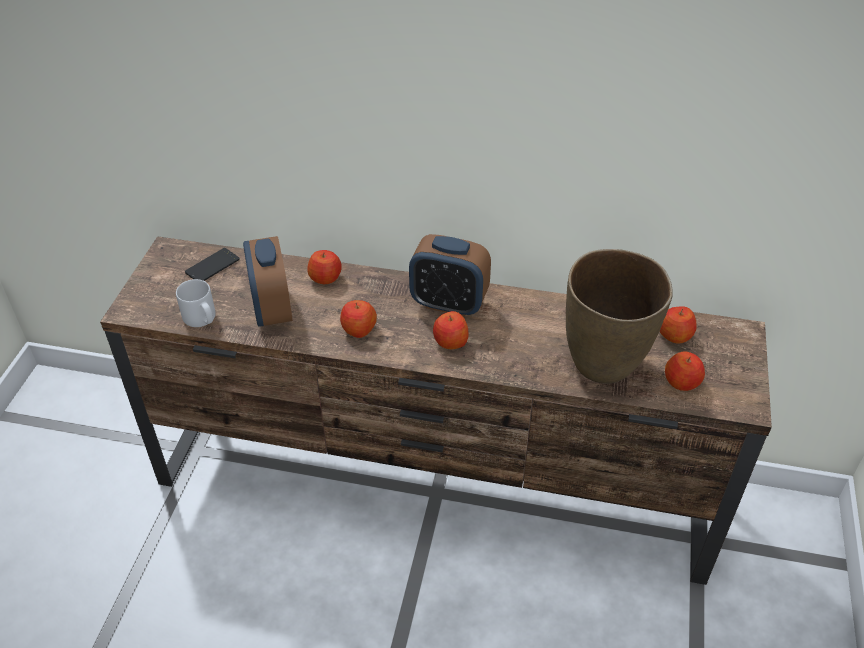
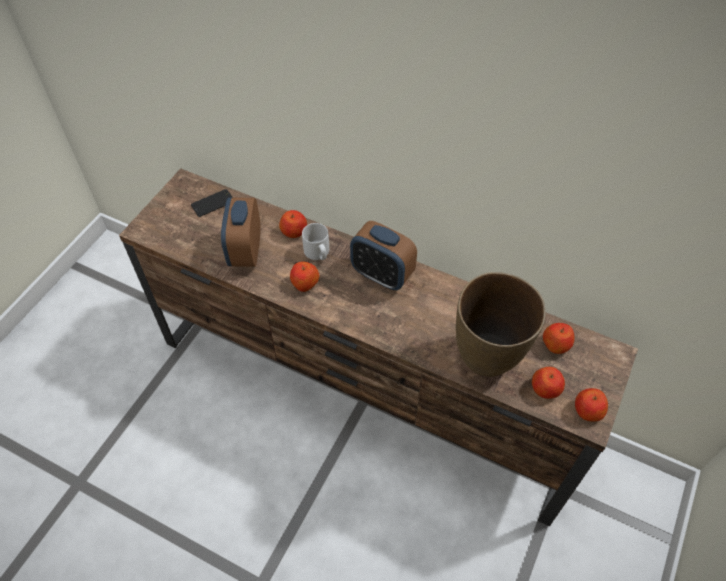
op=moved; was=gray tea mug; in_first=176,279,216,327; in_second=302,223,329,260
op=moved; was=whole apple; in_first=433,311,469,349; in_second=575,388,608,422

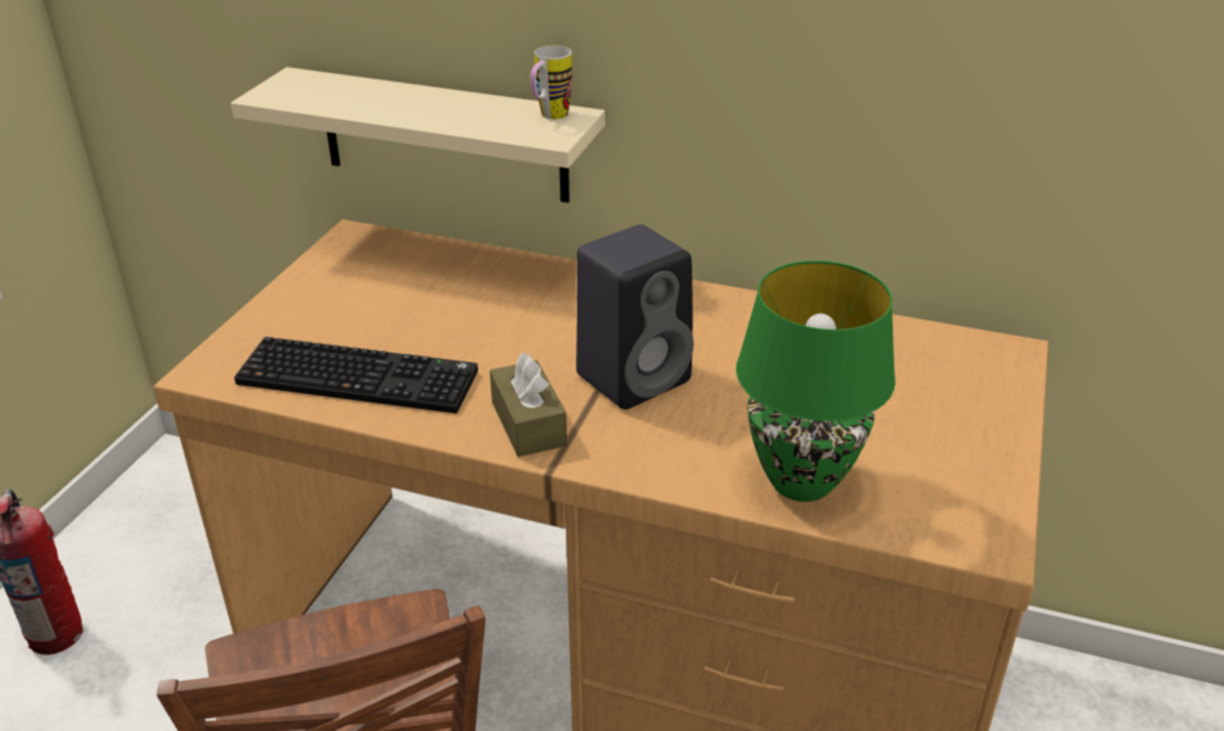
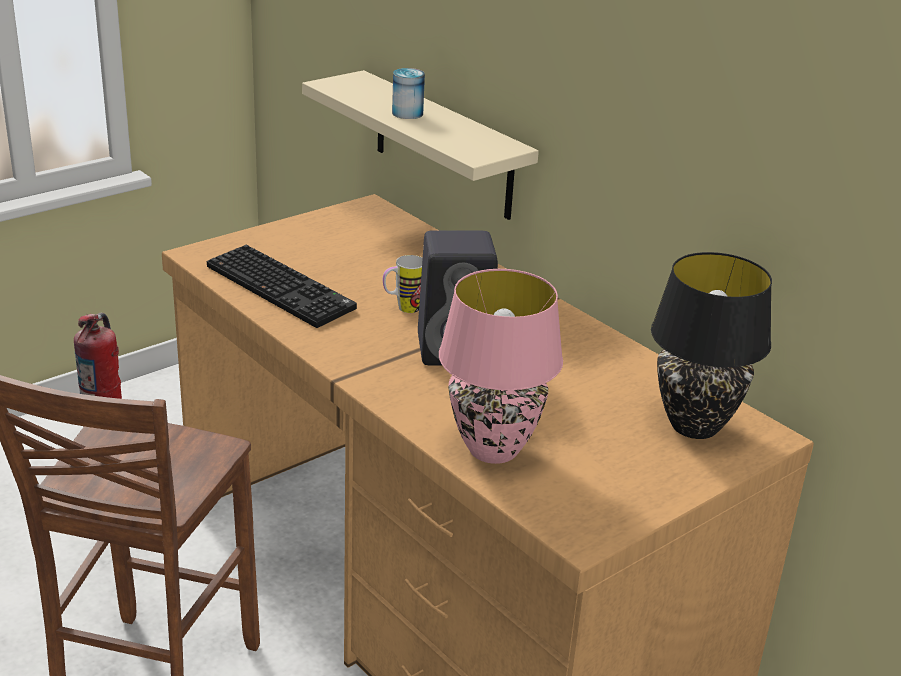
op=moved; was=tea mug; in_first=530,46,572,119; in_second=383,255,423,313
op=added; now=metal can; in_second=392,68,425,119
op=recoloured; was=green-coloured lamp for a table; now=pinkish lamp for a table; in_first=736,261,896,502; in_second=439,269,563,464
op=added; now=blackish lamp for a table; in_second=651,252,772,439
op=removed; was=brownish tissue holder; in_first=490,353,567,457

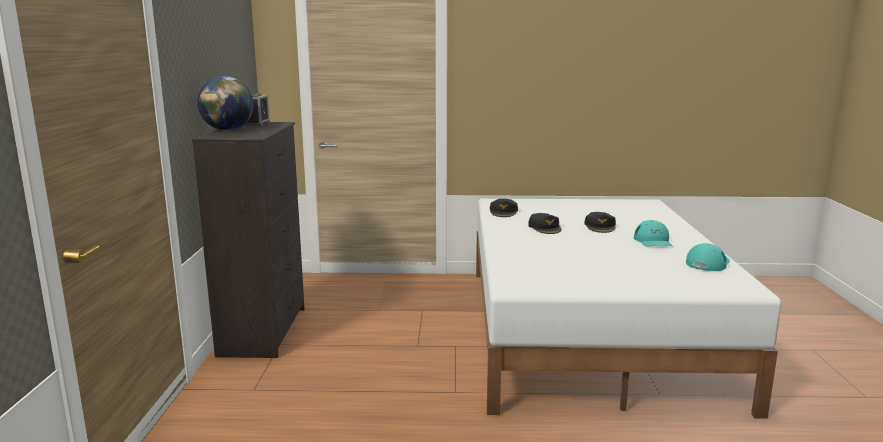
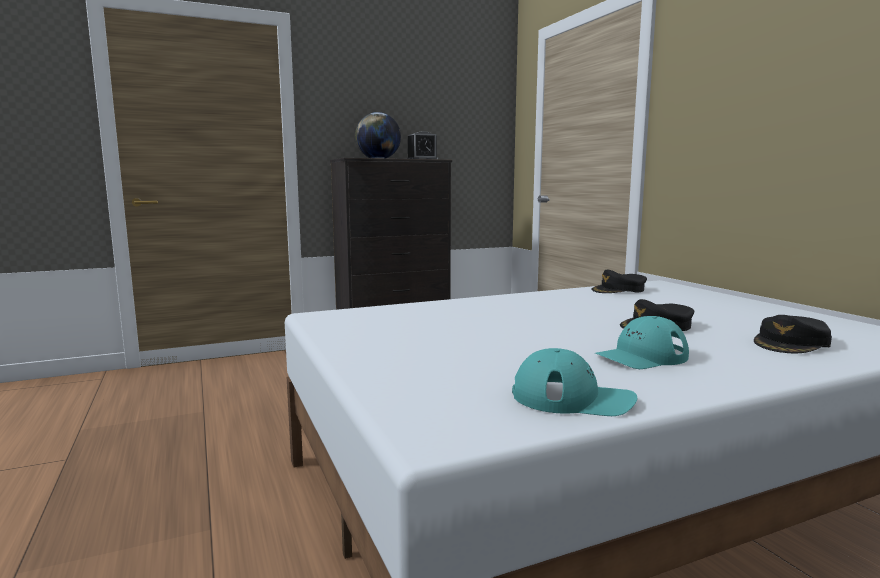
op=moved; was=blackish peaked cap; in_first=528,213,562,234; in_second=754,315,832,353

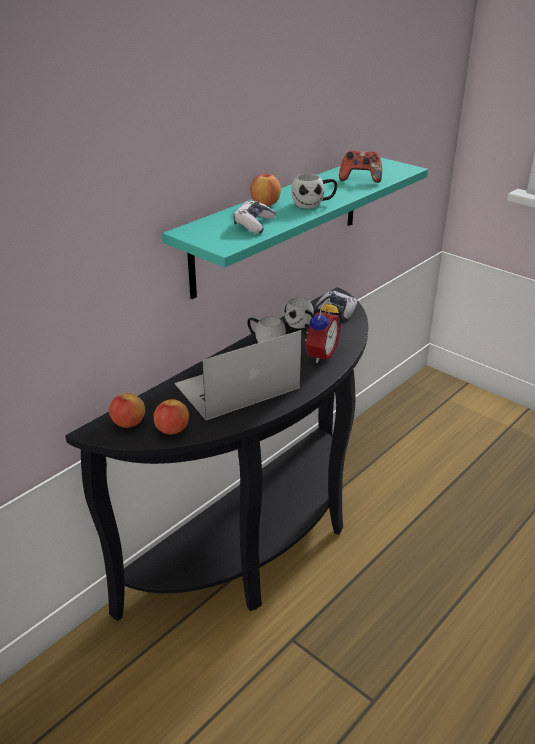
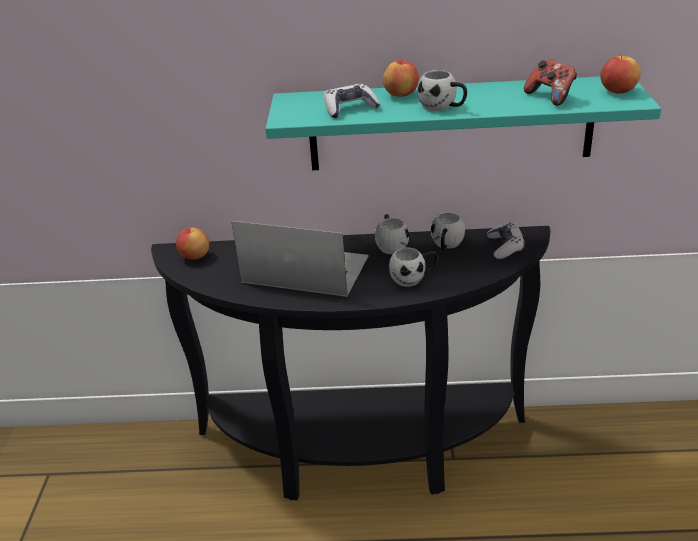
op=replaced; was=table clock; now=whitish tea mug; in_first=305,298,341,363; in_second=389,247,438,287
op=moved; was=whole apple; in_first=154,399,189,435; in_second=600,54,641,94

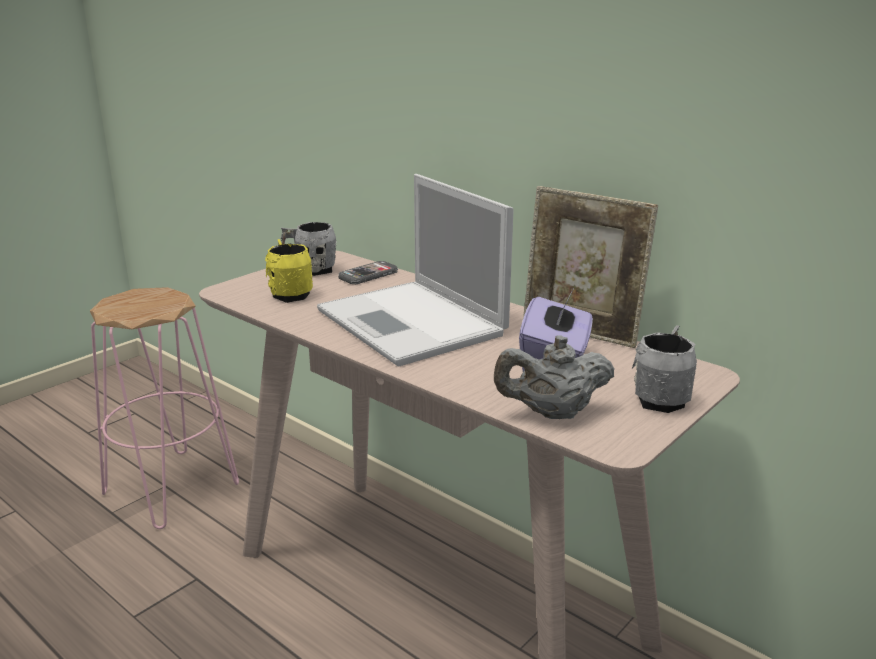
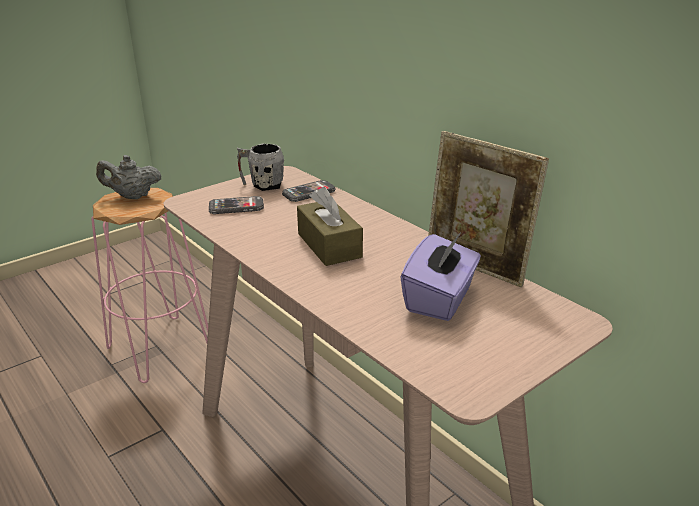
op=moved; was=gray teapot; in_first=494,335,614,419; in_second=96,155,161,199
op=replaced; was=yellow tea mug; now=phone; in_first=265,239,313,303; in_second=209,196,264,214
op=replaced; was=notebook computer; now=brownish tissue holder; in_first=317,174,514,367; in_second=297,187,363,266
op=removed; was=gray tea mug; in_first=632,326,697,413

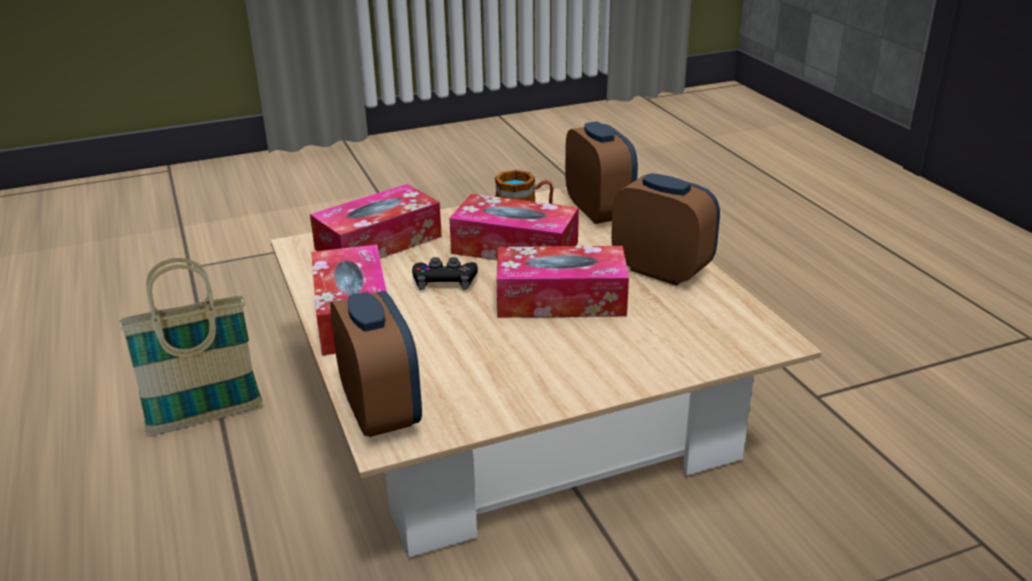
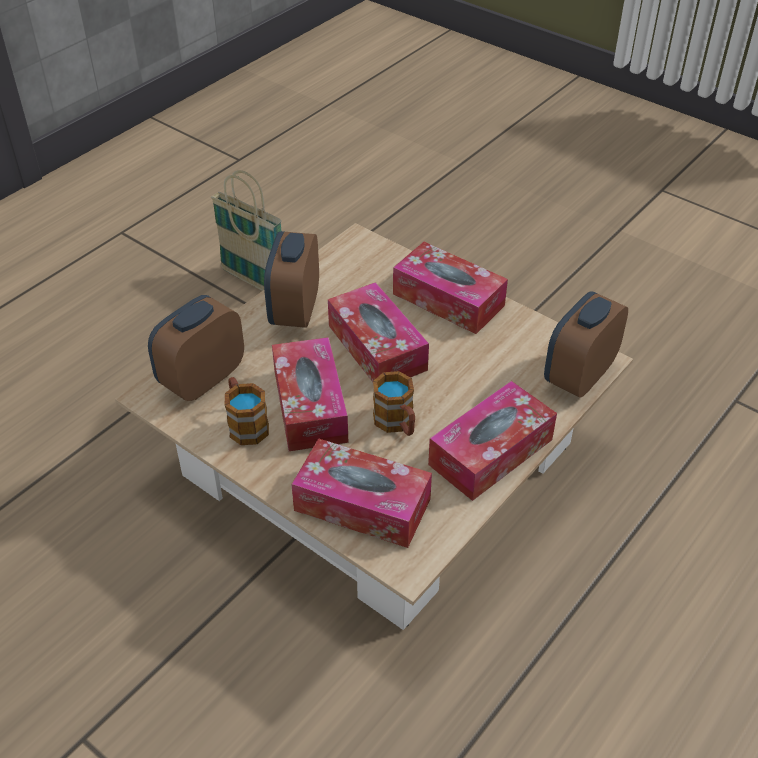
op=moved; was=basket; in_first=120,258,263,434; in_second=211,170,282,291
op=replaced; was=blackish gamepad; now=tea mug; in_first=412,257,478,290; in_second=373,371,415,436
op=added; now=tissue holder; in_second=393,242,508,334

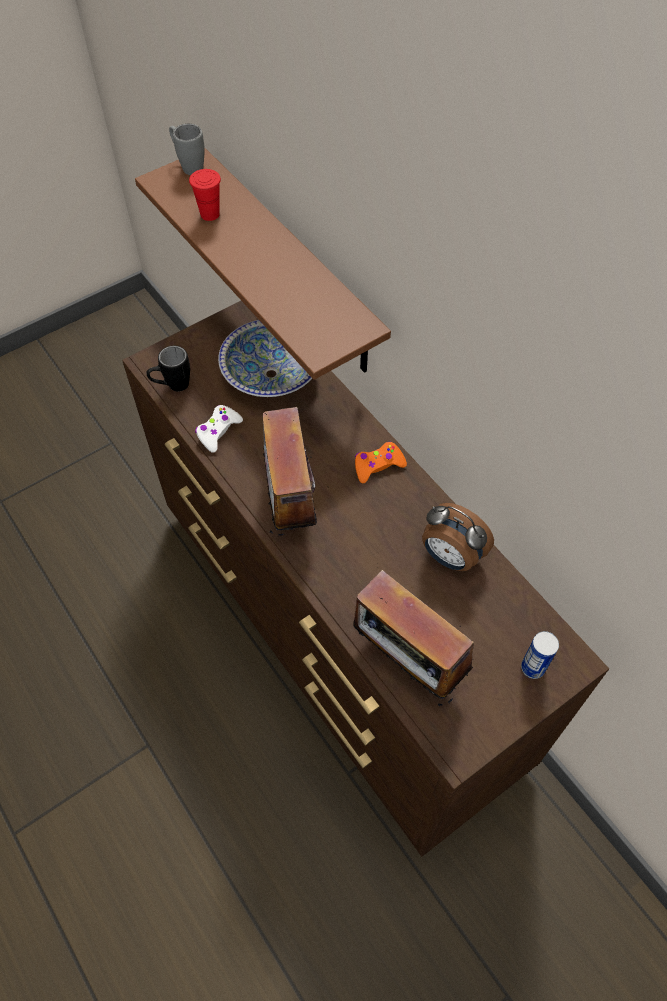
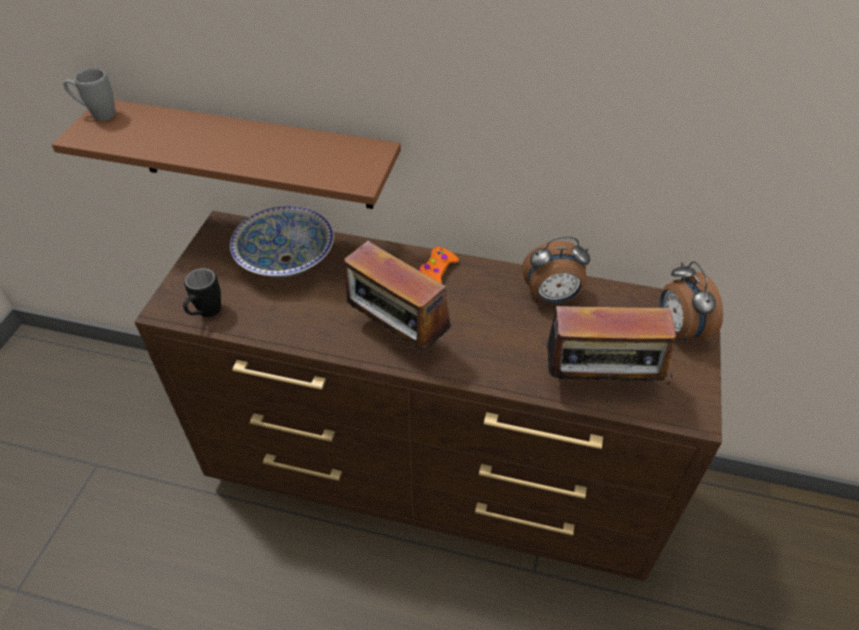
op=replaced; was=metal can; now=table clock; in_first=521,631,559,679; in_second=660,261,723,343
op=removed; was=reddish cup; in_first=189,169,221,221
op=removed; was=whitish gamepad; in_first=195,405,243,453

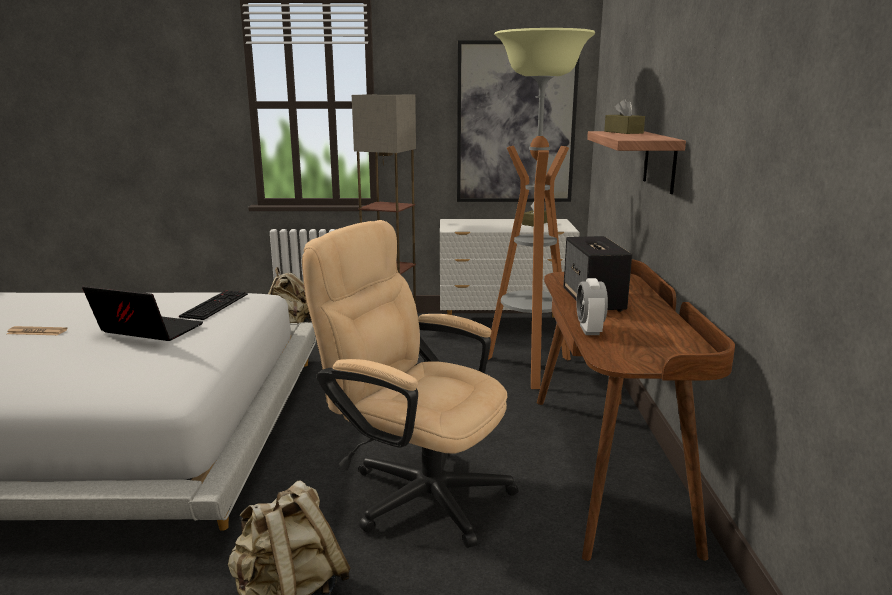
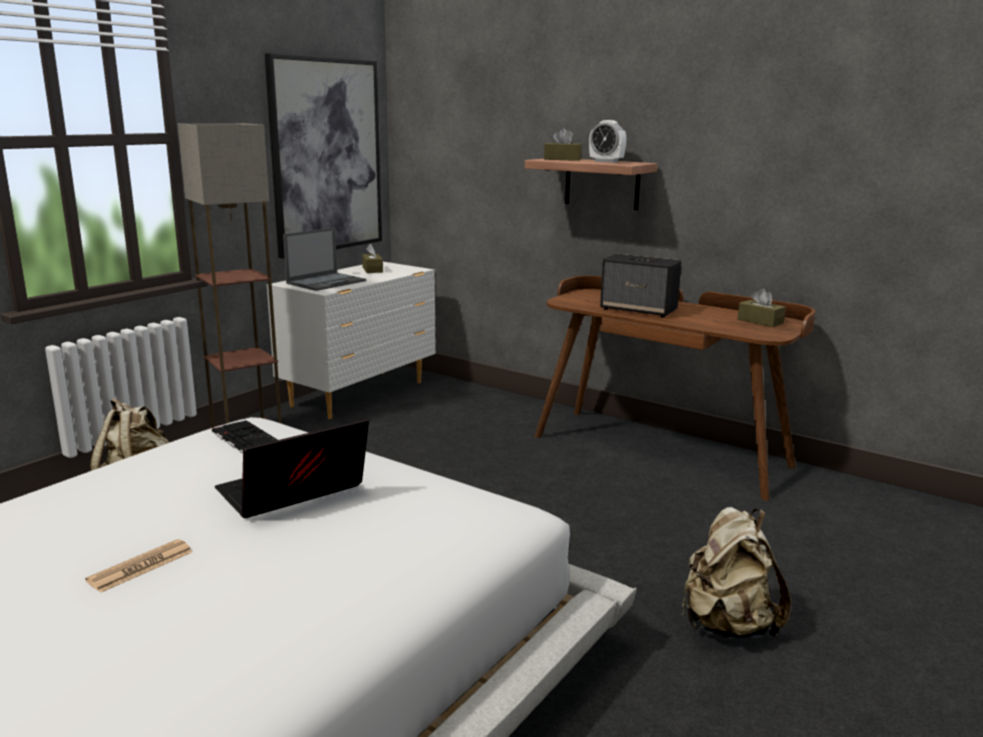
op=added; now=notebook computer; in_second=283,228,366,291
op=moved; was=table clock; in_first=576,278,608,335; in_second=589,120,627,163
op=added; now=brownish tissue holder; in_second=737,288,786,327
op=removed; was=sand-coloured computer chair; in_first=302,220,519,548
op=removed; was=standing lamp; in_first=488,28,595,389

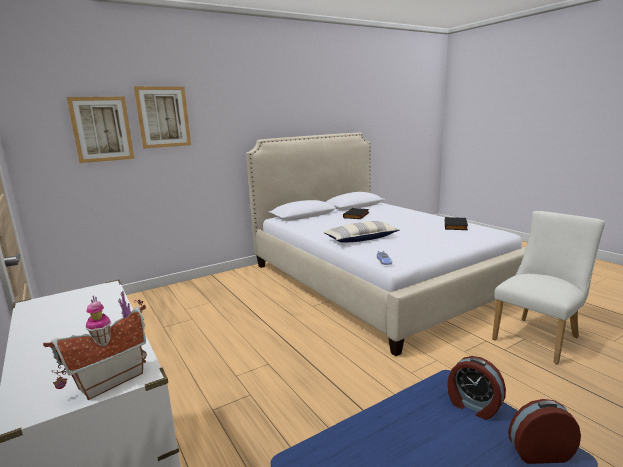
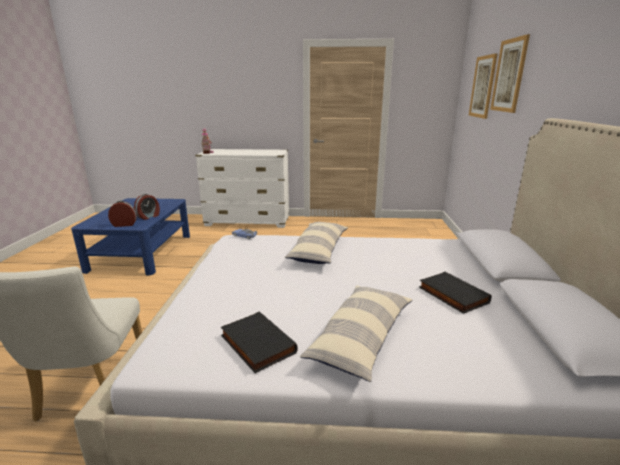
op=moved; was=table clock; in_first=508,399,581,464; in_second=134,194,160,220
op=added; now=throw pillow; in_second=300,285,412,382

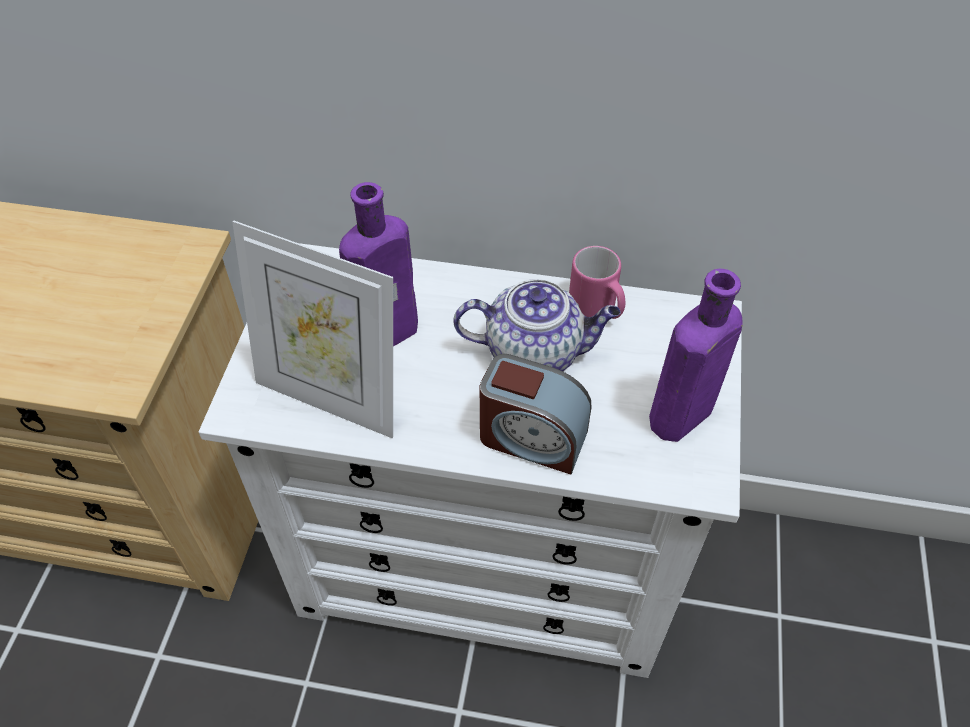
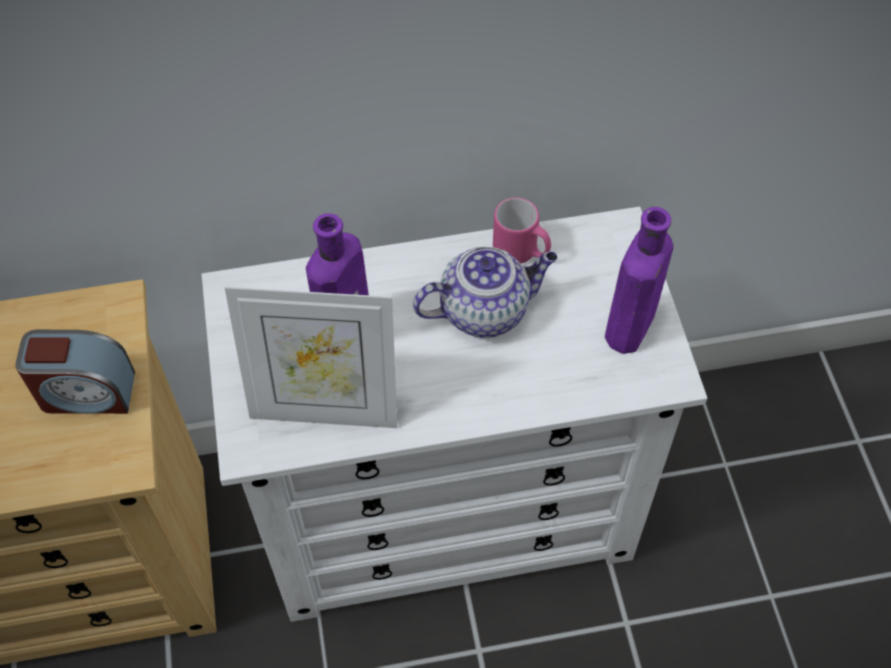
op=moved; was=table clock; in_first=480,354,592,475; in_second=15,330,135,414

